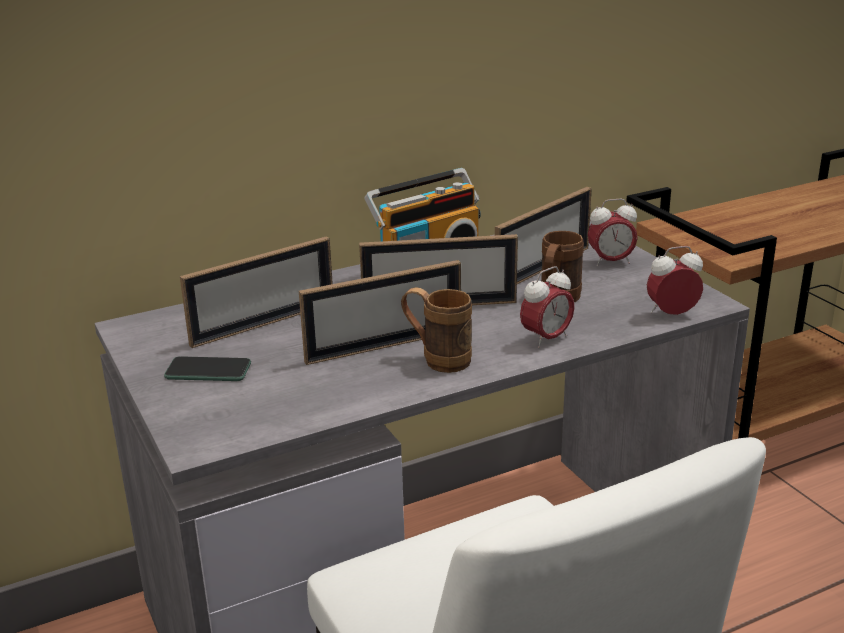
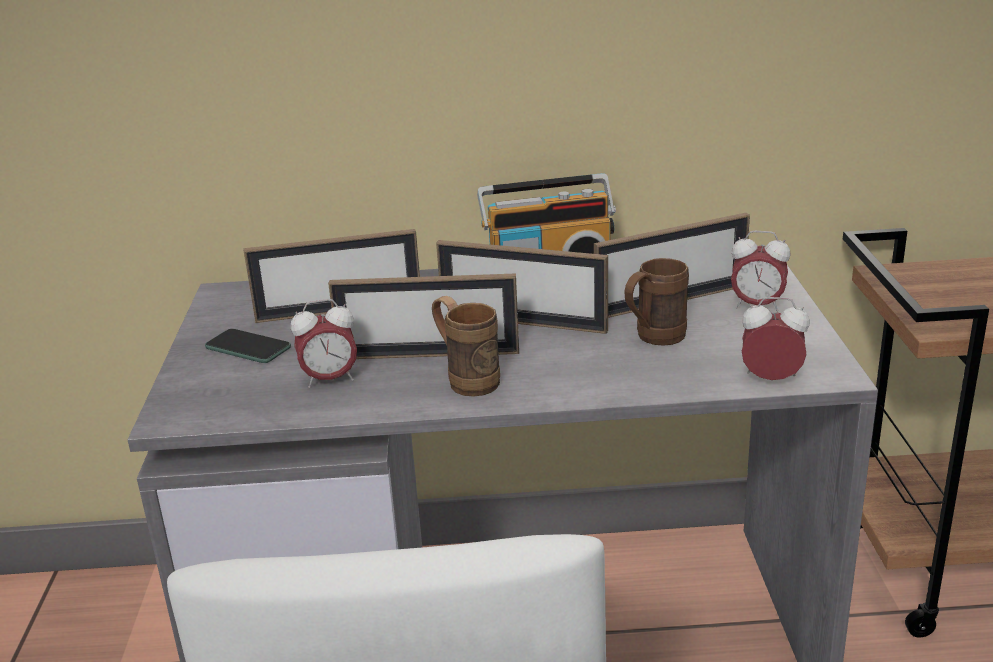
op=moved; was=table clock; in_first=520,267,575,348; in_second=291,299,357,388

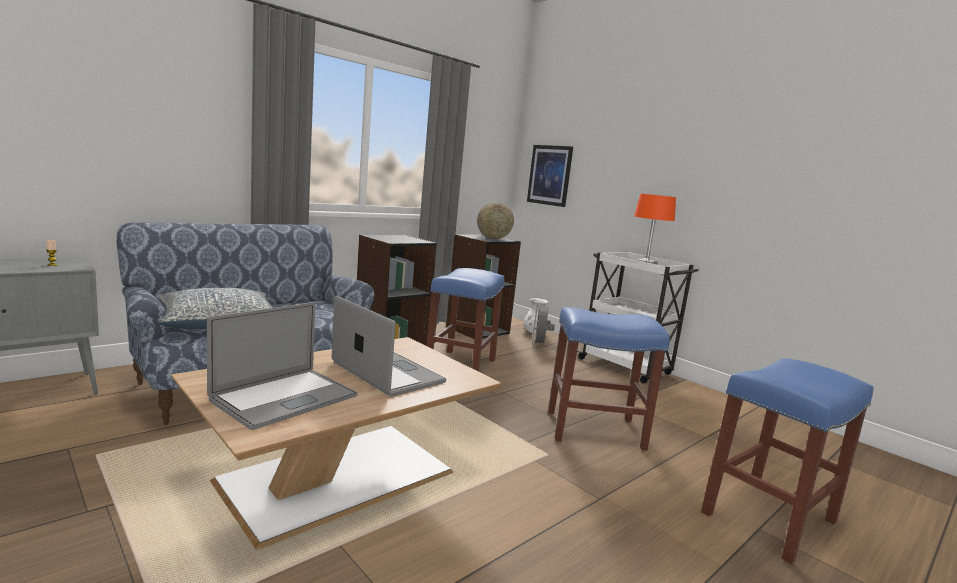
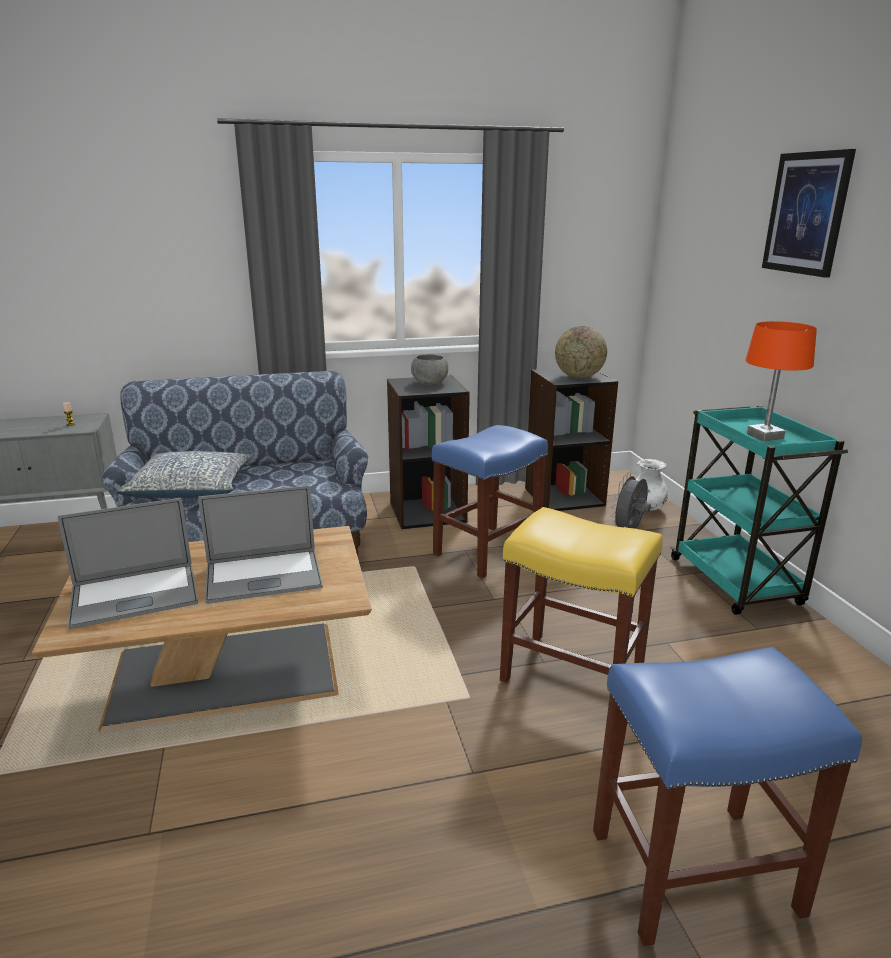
op=turned; was=notebook computer; in_first=332,296,446,397; in_second=198,485,323,604; clockwise=90
op=added; now=gray serving bowl; in_second=411,354,448,384
op=recoloured; was=blue-coloured stool; now=yellow stool; in_first=548,307,670,451; in_second=500,507,663,683
op=recoloured; was=whitish wheeled cart; now=blue-green wheeled cart; in_first=578,251,699,384; in_second=670,406,848,615
op=moved; was=picture; in_first=527,145,573,207; in_second=762,149,856,278

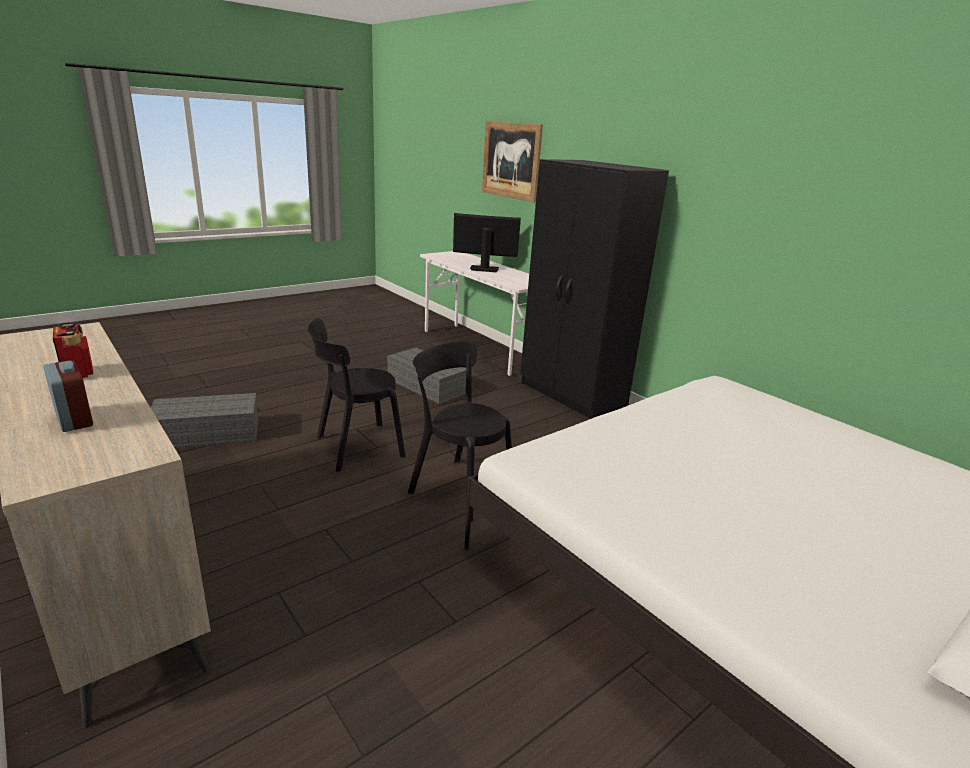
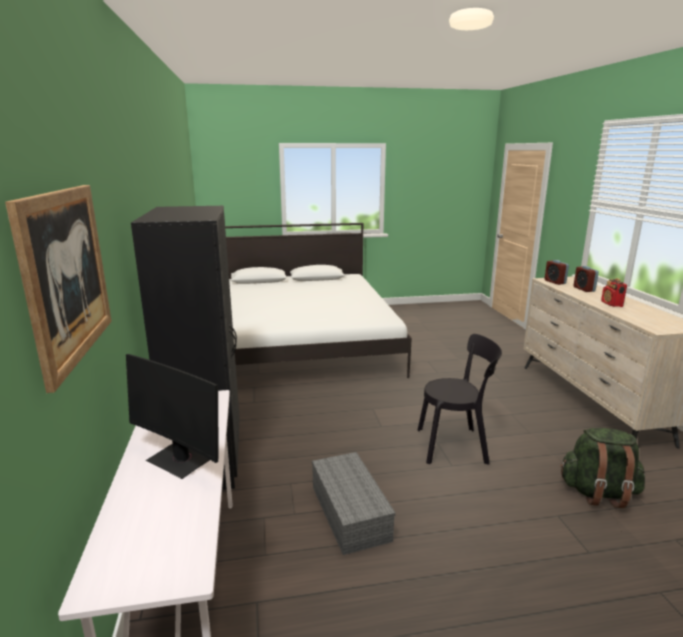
op=added; now=table clock; in_second=545,260,569,285
op=replaced; was=gray storage box; now=green-coloured knapsack; in_first=151,393,258,448; in_second=560,428,645,508
op=removed; was=blackish chair; in_first=408,341,512,522

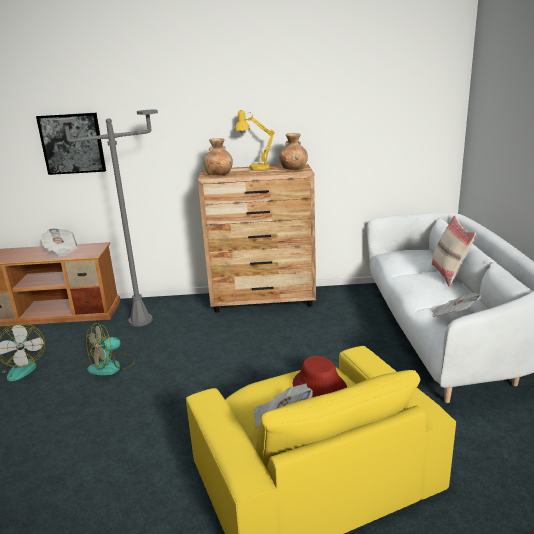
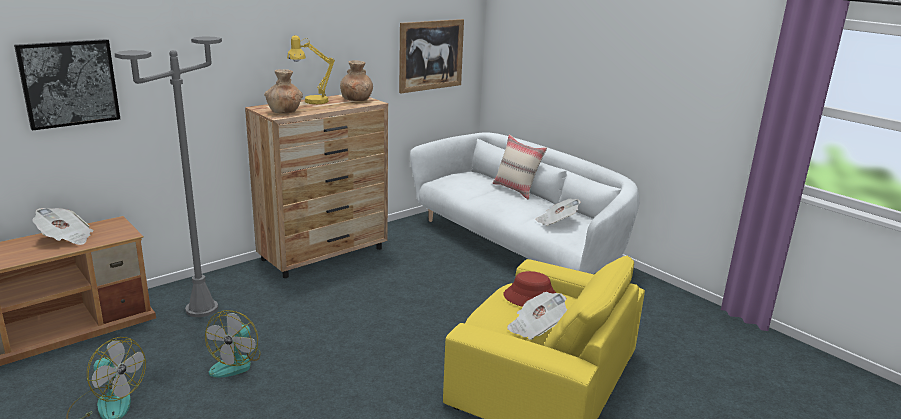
op=added; now=picture; in_second=399,19,464,93

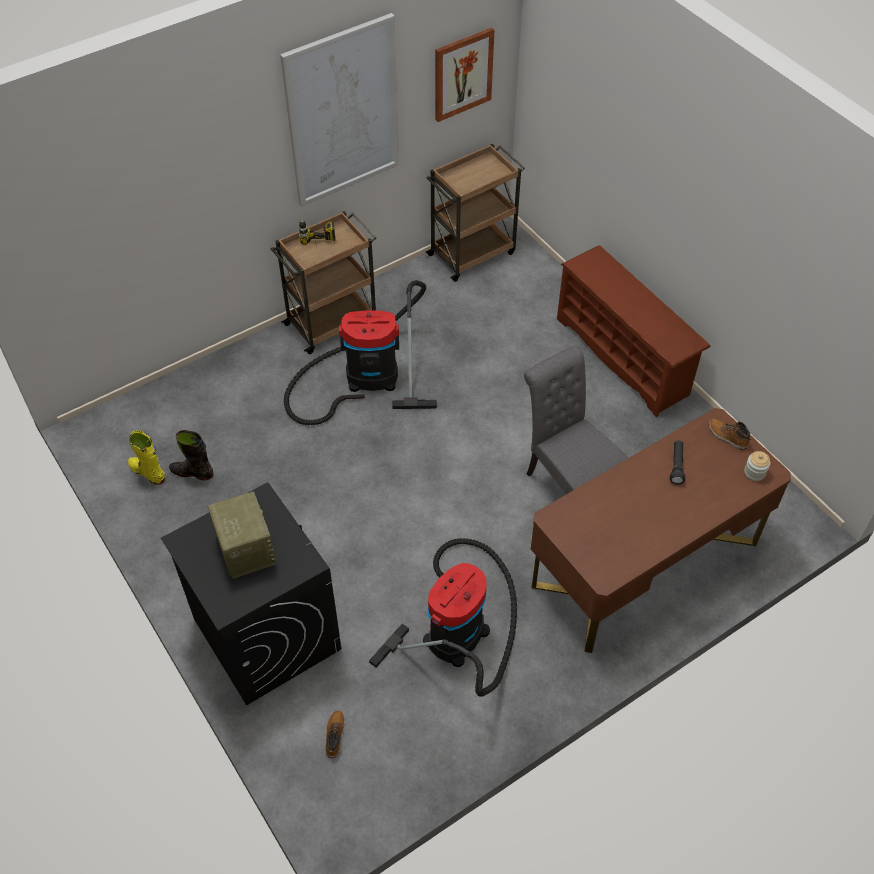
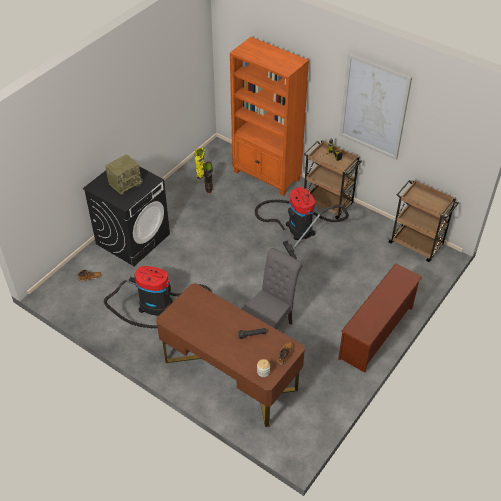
op=added; now=orange shelving unit; in_second=230,37,309,196
op=removed; was=picture; in_first=435,27,494,122

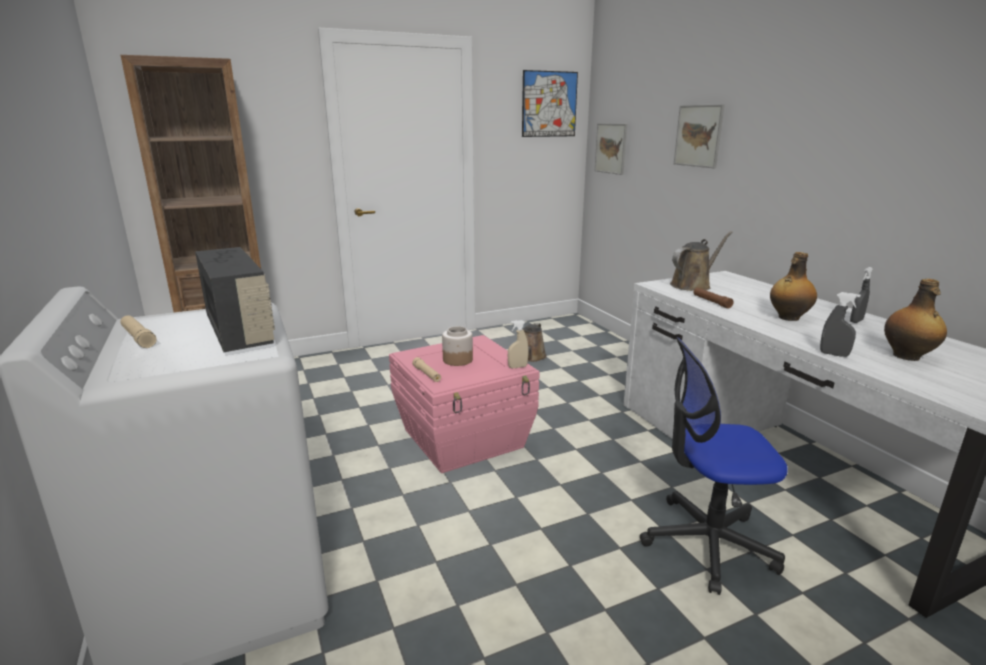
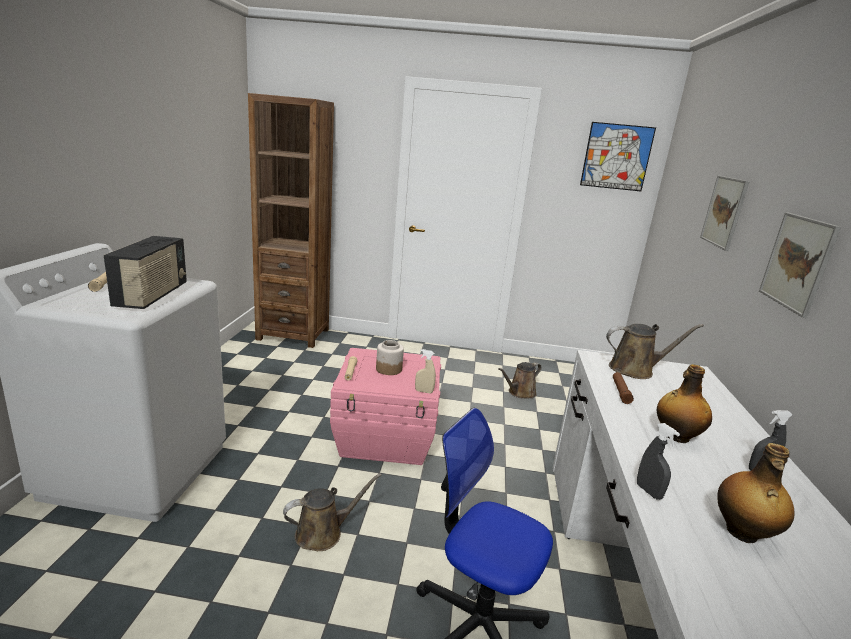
op=added; now=brownish watering can; in_second=283,473,382,551
op=moved; was=picture; in_first=595,124,627,175; in_second=759,212,841,318

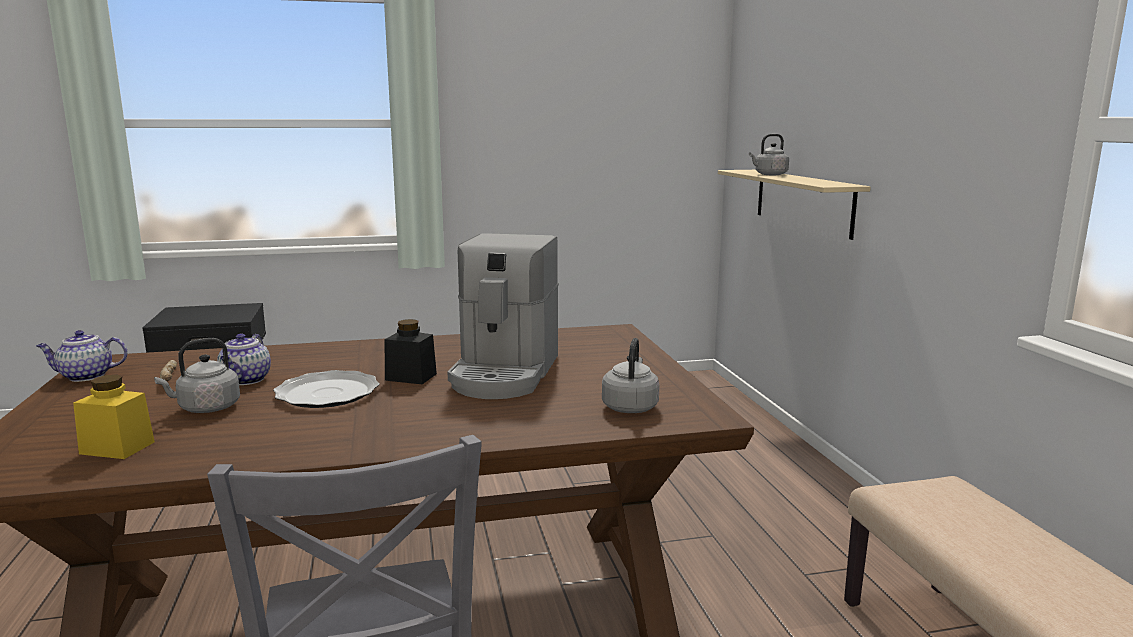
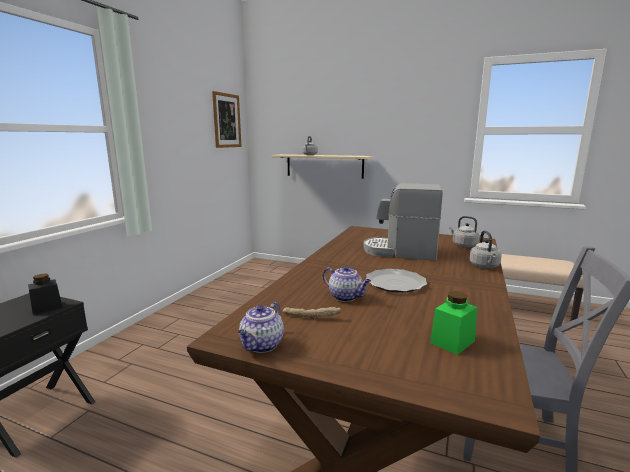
op=moved; was=blackish preserve jar; in_first=385,319,437,384; in_second=28,274,63,315
op=added; now=picture; in_second=212,91,242,148
op=turned; was=coffee brewer; in_first=447,233,559,399; in_second=364,183,443,261; clockwise=150
op=recoloured; was=yellow preserve jar; now=green-coloured preserve jar; in_first=73,375,155,459; in_second=430,291,477,355
op=moved; was=gray kettle; in_first=154,338,240,413; in_second=469,231,502,268

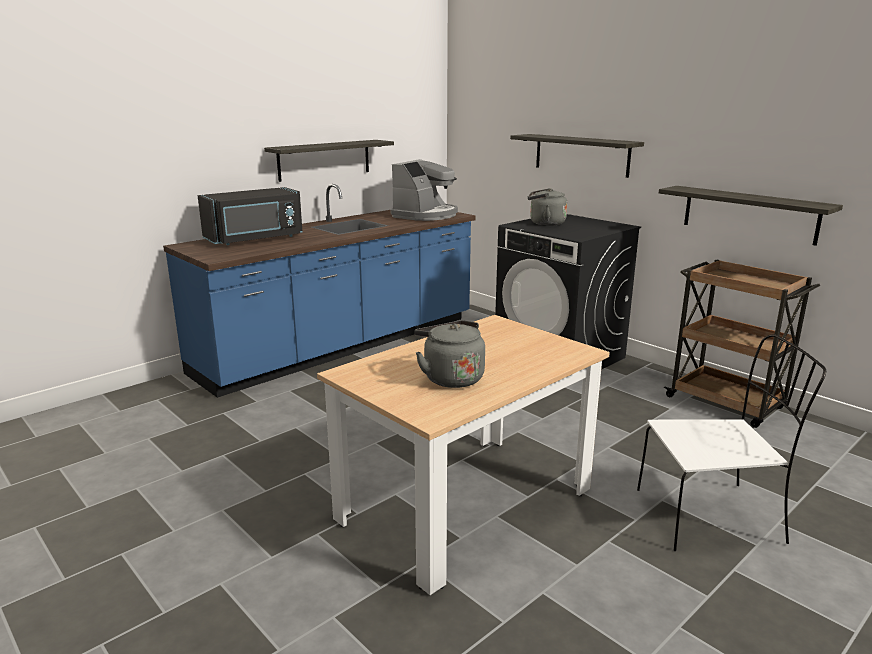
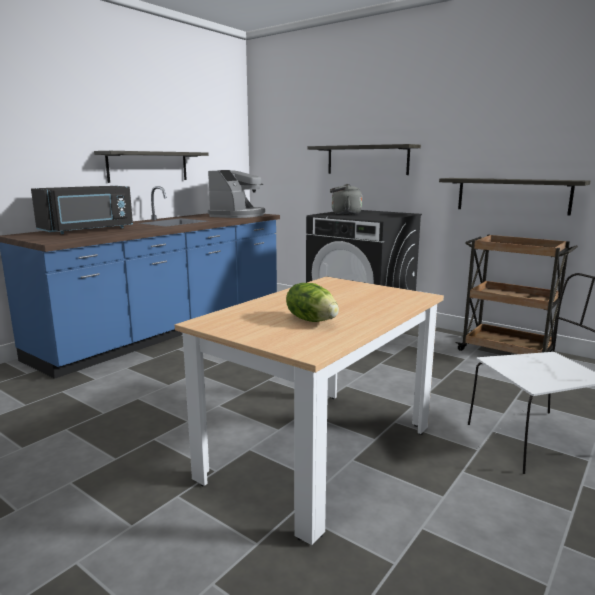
op=replaced; was=gray kettle; now=lettuce; in_first=415,320,485,388; in_second=286,283,339,322

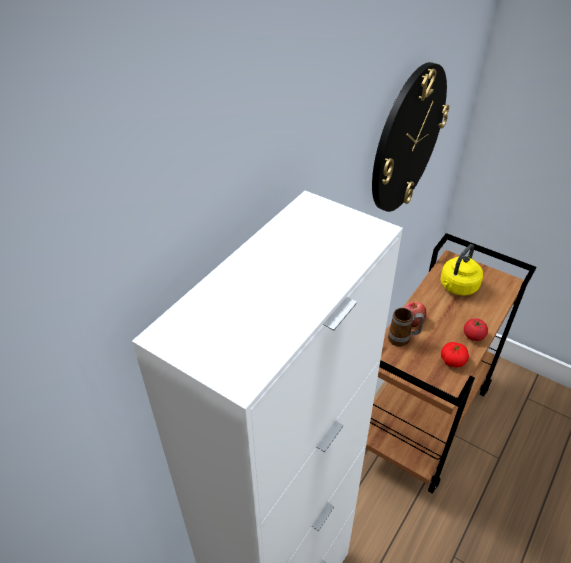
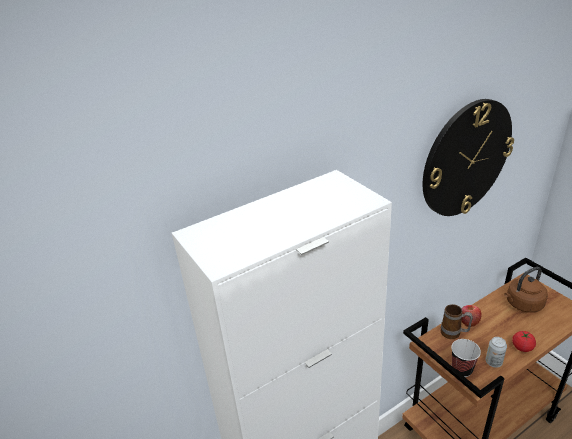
op=added; now=cup; in_second=451,339,481,377
op=replaced; was=fresh tomato; now=metal can; in_first=441,342,469,367; in_second=486,337,507,368
op=recoloured; was=yellow kettle; now=brownish kettle; in_first=441,244,483,296; in_second=504,267,548,313

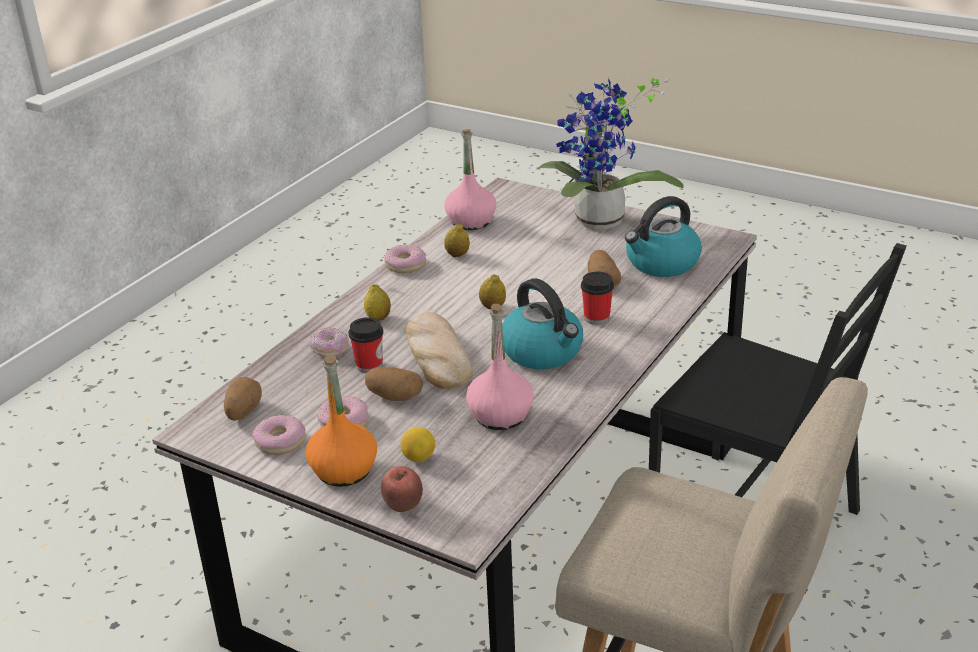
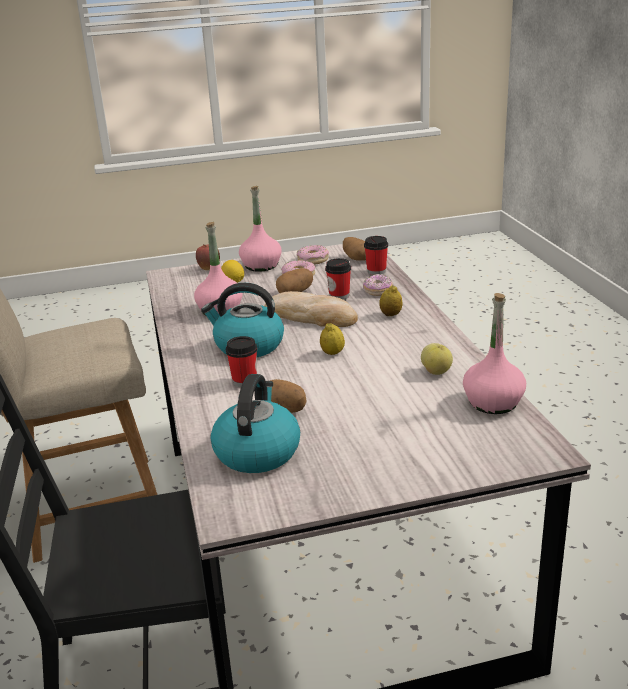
op=recoloured; was=orange beverage bottle; now=pinkish beverage bottle; in_first=306,355,377,487; in_second=239,186,282,272
op=added; now=cup; in_second=364,236,388,275
op=replaced; was=citrus fruit; now=whole apple; in_first=444,224,470,257; in_second=421,343,453,375
op=removed; was=ring doughnut; in_first=384,244,426,273
op=removed; was=potted plant; in_first=538,77,684,230

